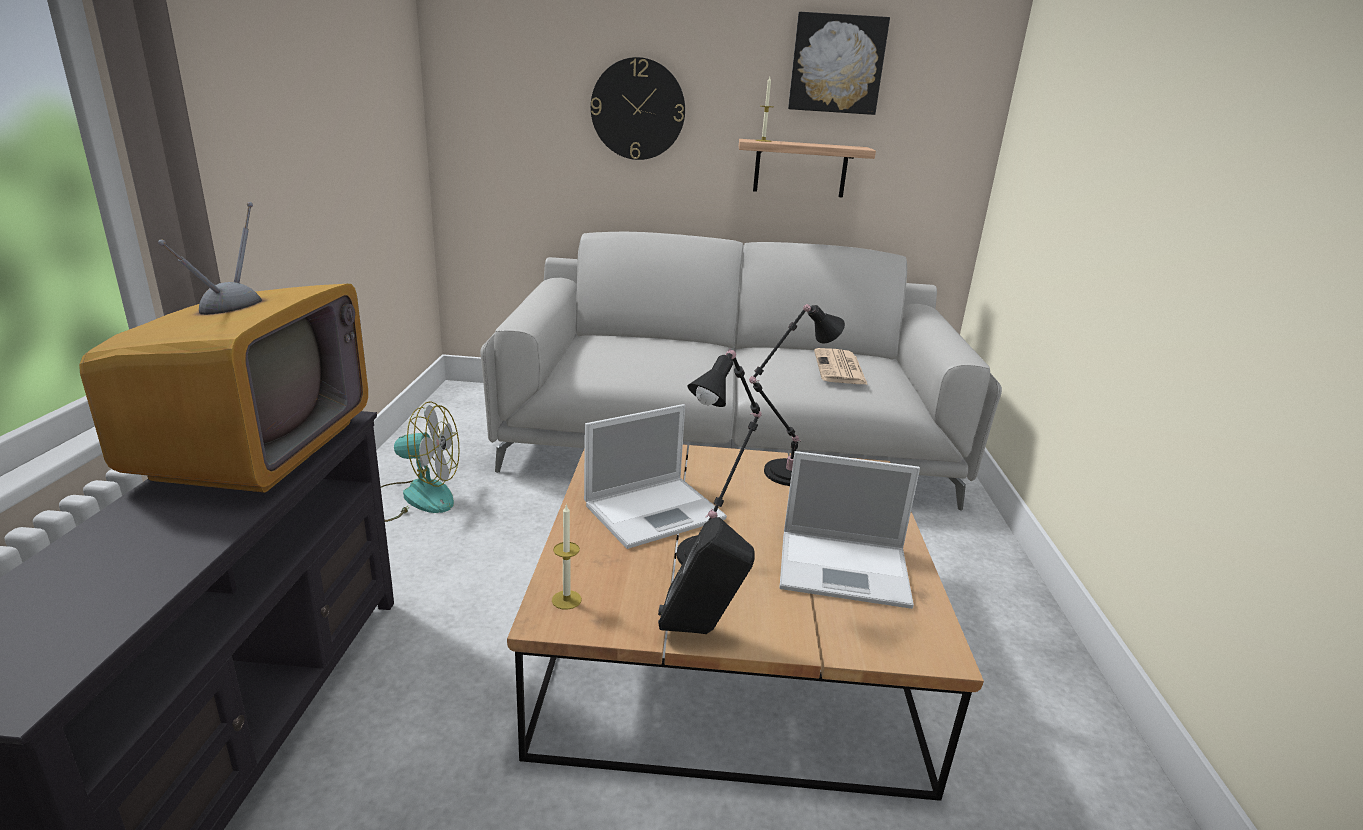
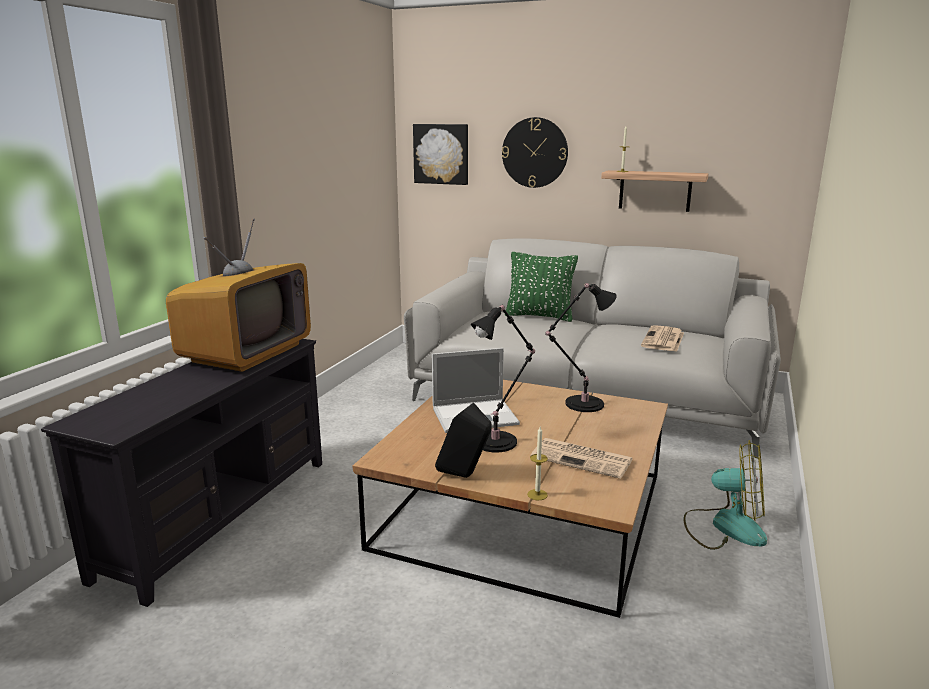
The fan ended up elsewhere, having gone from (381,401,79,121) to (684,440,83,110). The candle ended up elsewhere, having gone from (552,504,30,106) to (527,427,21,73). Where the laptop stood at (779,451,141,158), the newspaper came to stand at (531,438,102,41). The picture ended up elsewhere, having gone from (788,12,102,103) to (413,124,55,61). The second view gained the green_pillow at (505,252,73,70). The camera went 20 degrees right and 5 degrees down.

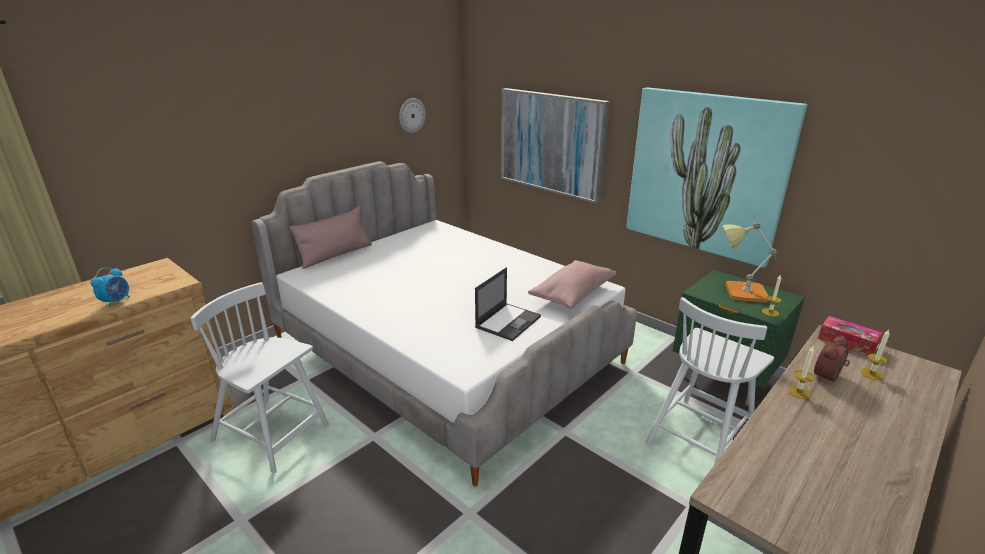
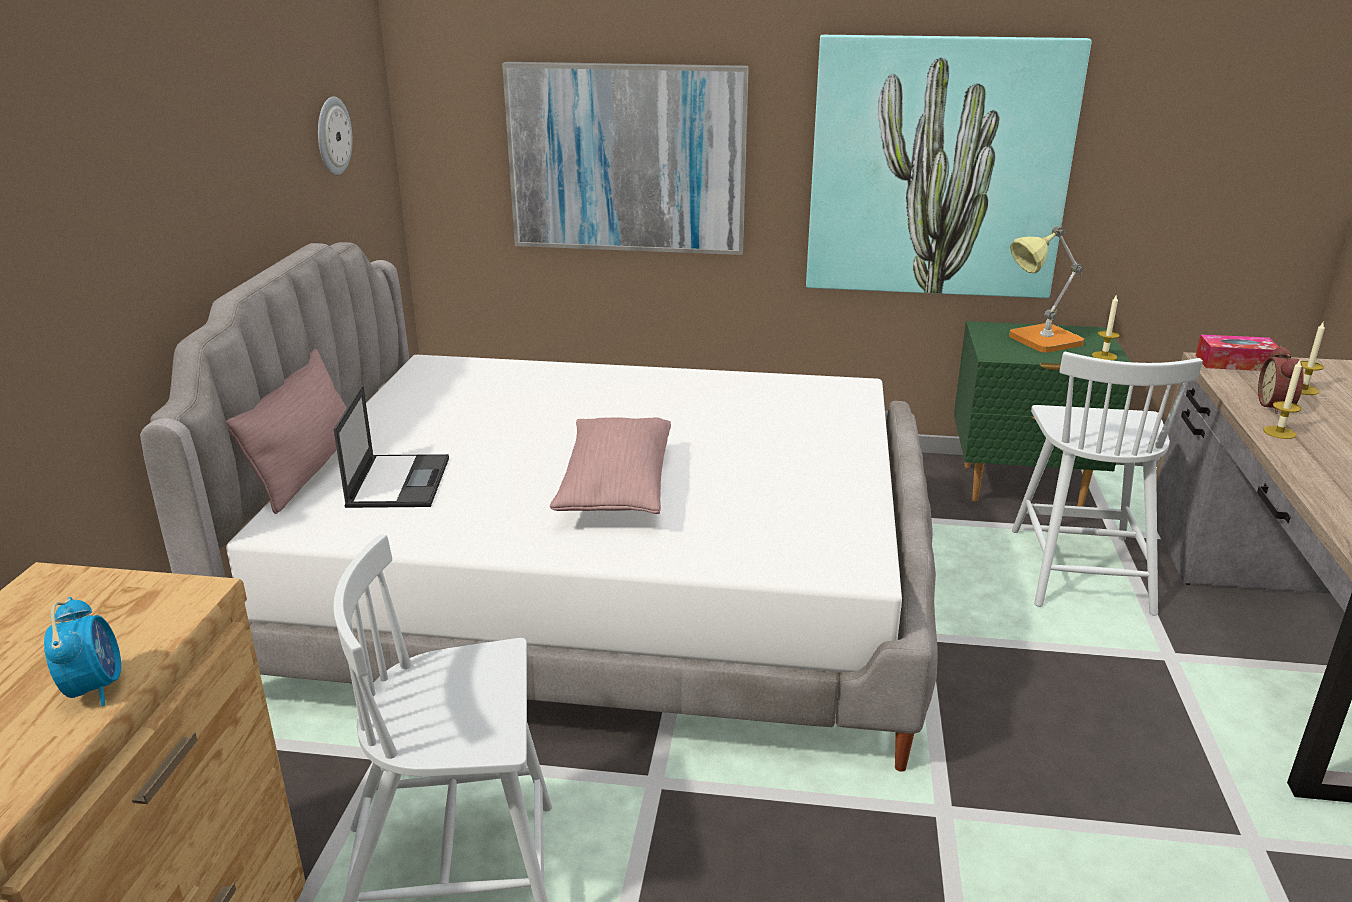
The laptop ended up elsewhere, having gone from (475,267,66,74) to (334,385,115,123). The pink_pillow ended up elsewhere, having gone from (528,260,88,49) to (550,417,121,97). The camera went 35 degrees left and 0 degrees up.

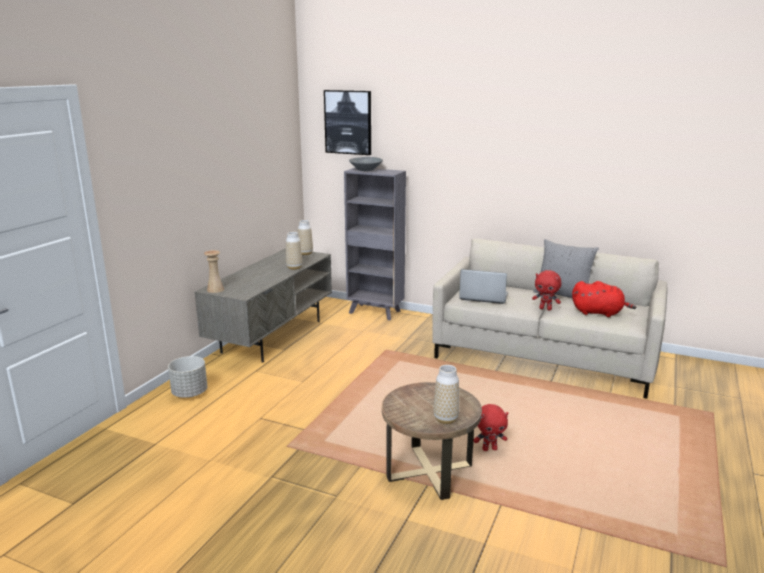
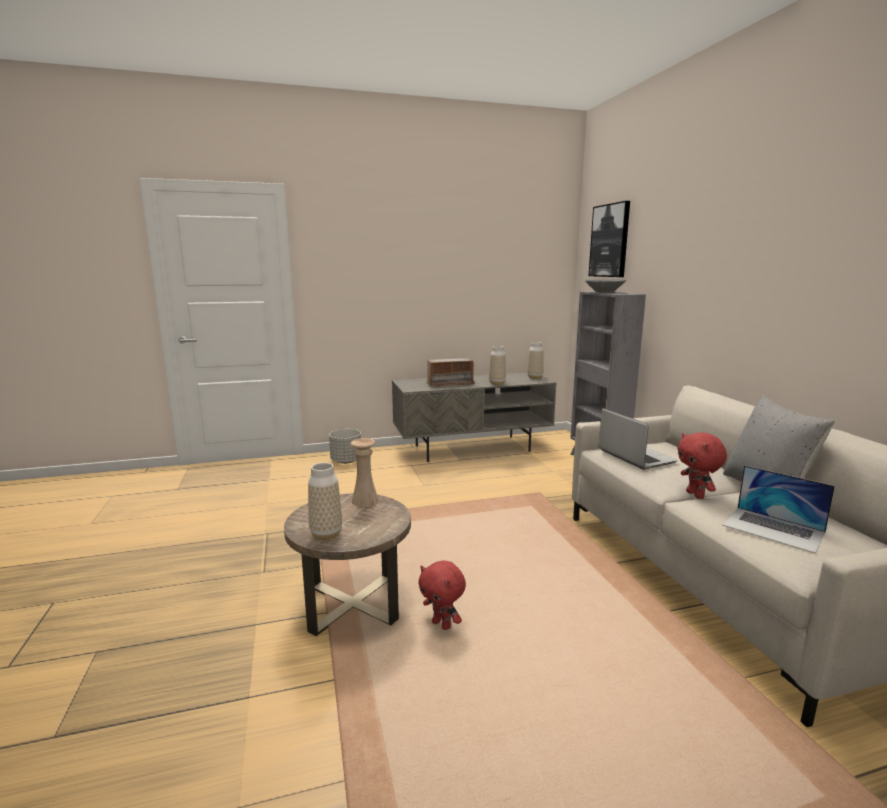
The beige_vase ended up elsewhere, having gone from (204,250,20,43) to (350,438,29,69). Where the red_plush_toy stood at (572,281,64,36), the laptop came to stand at (722,465,113,88). The second view gained the radio at (427,358,48,29). The camera went 50 degrees right and 5 degrees down.

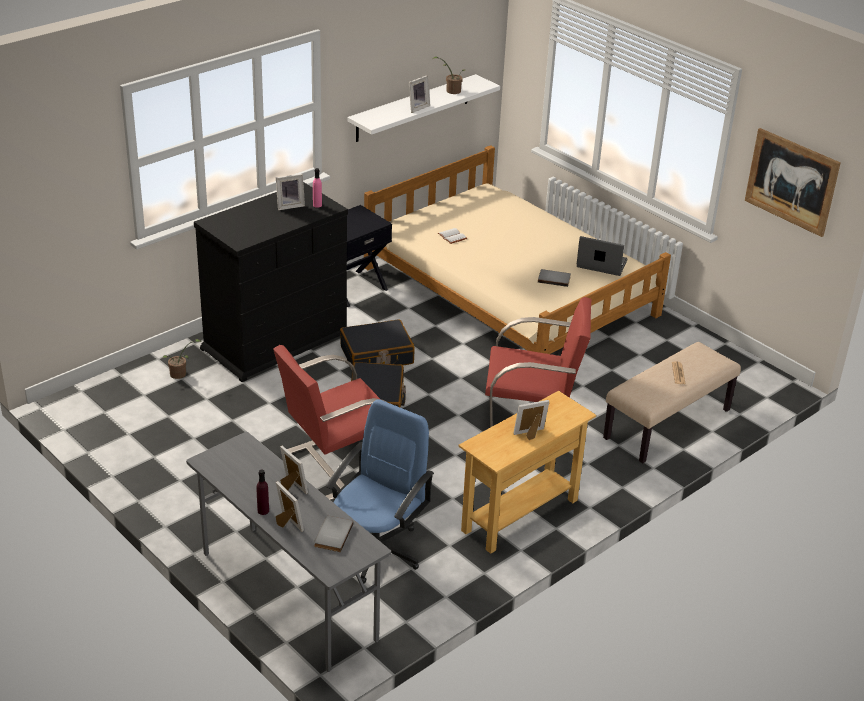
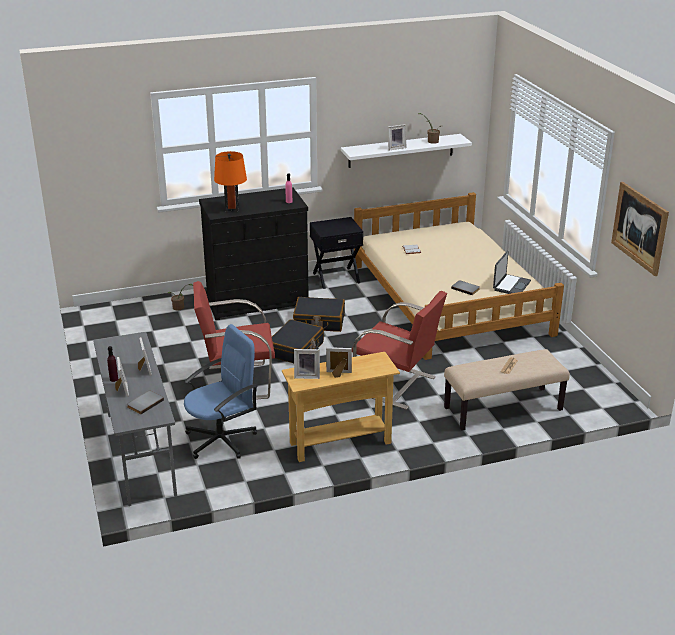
The picture_frame ended up elsewhere, having gone from (276,174,29,36) to (294,349,26,30). The laptop at (577,236,50,40) ended up facing another way, 75 degrees clockwise from before. The second view gained the orange_table_lamp at (214,151,33,61). The camera went 25 degrees right and 5 degrees down.

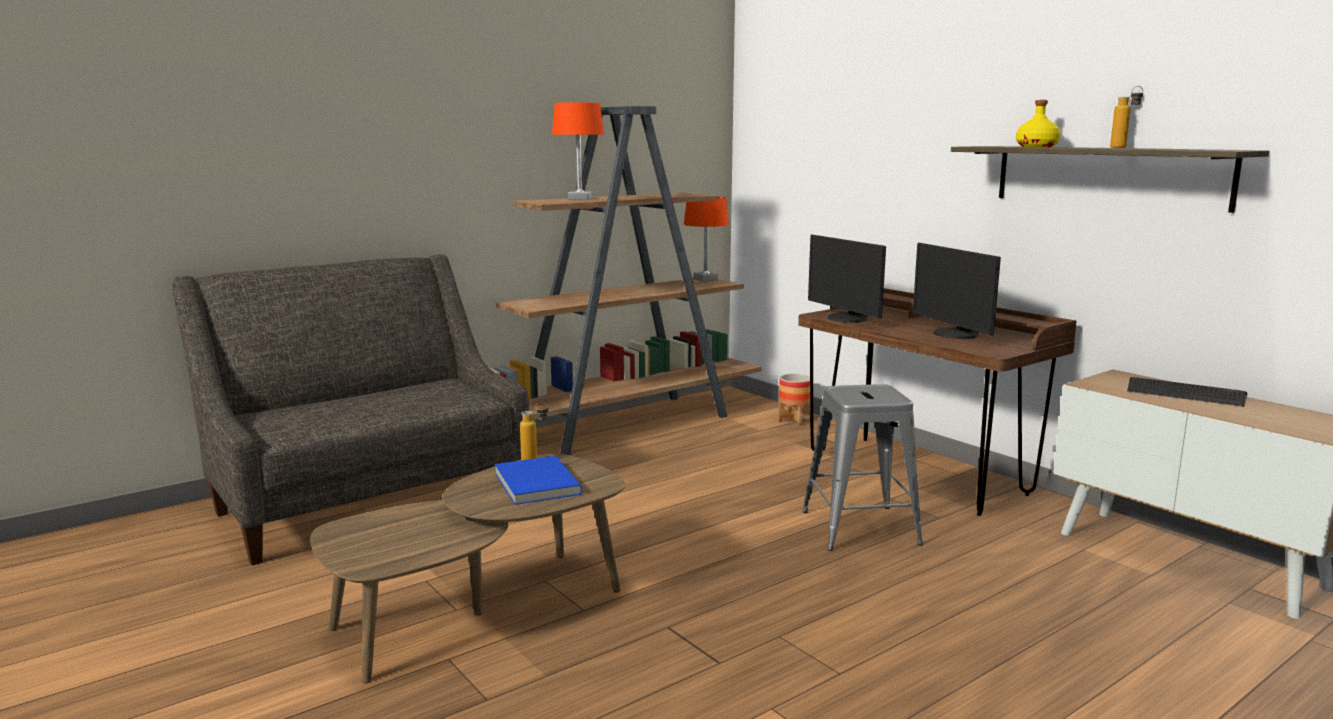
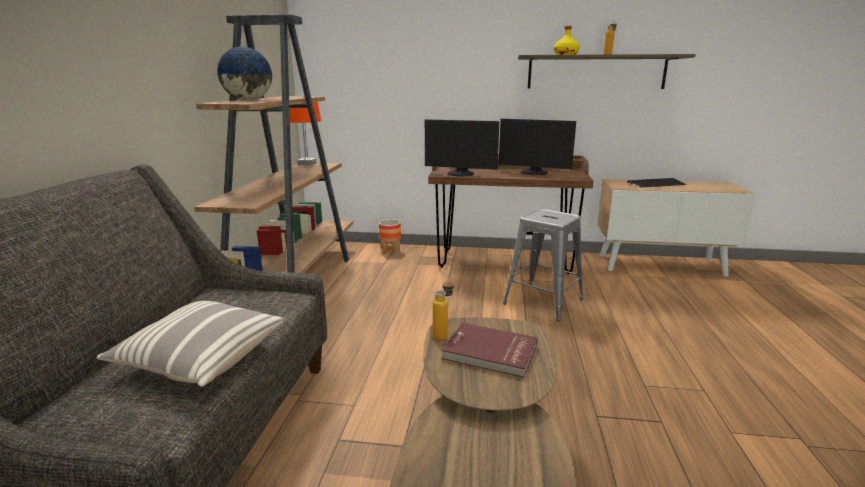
What was the blue_book at (495,456,87,49) turned into the red_book at (442,323,96,55). Where the orange_table_lamp stood at (552,102,52,98), the globe came to stand at (217,46,55,55). The second view gained the pillow at (96,301,188,86). The camera went 45 degrees left and 5 degrees up.

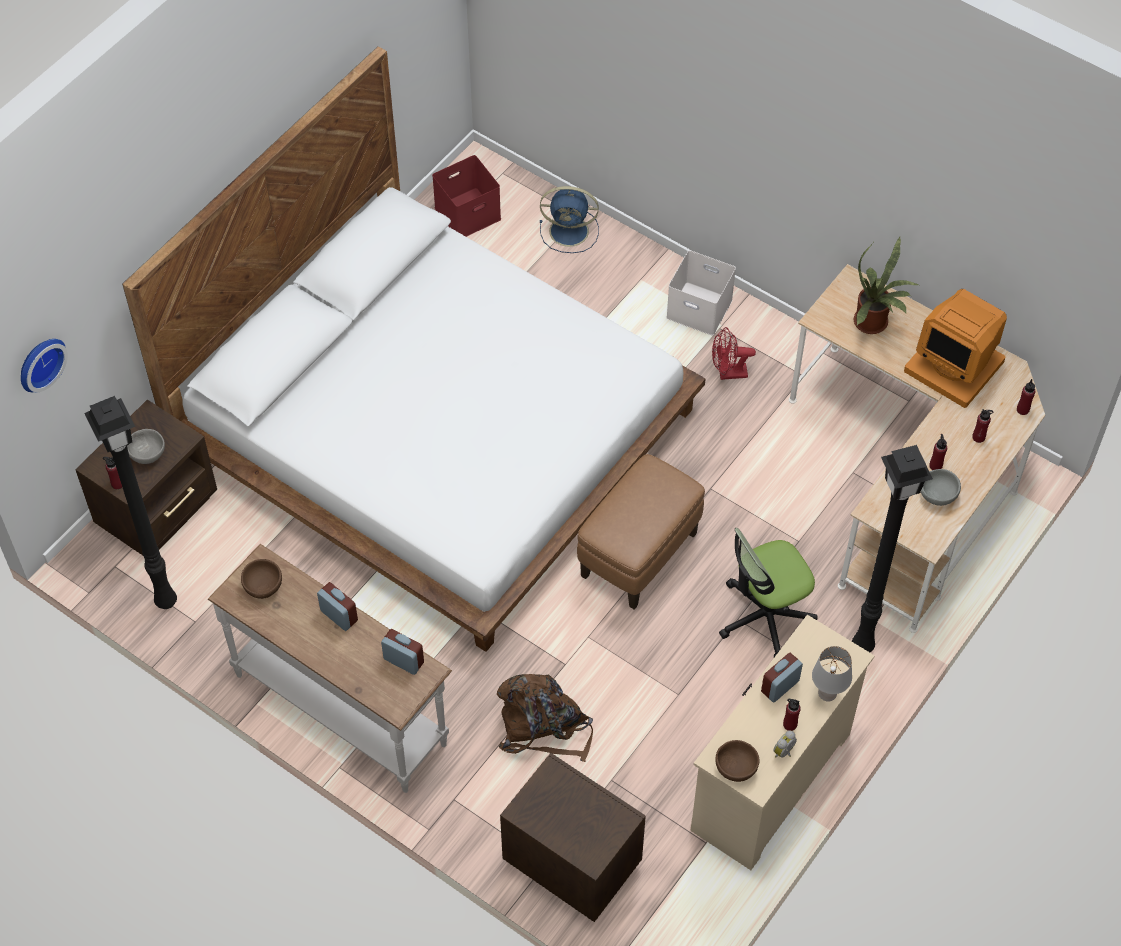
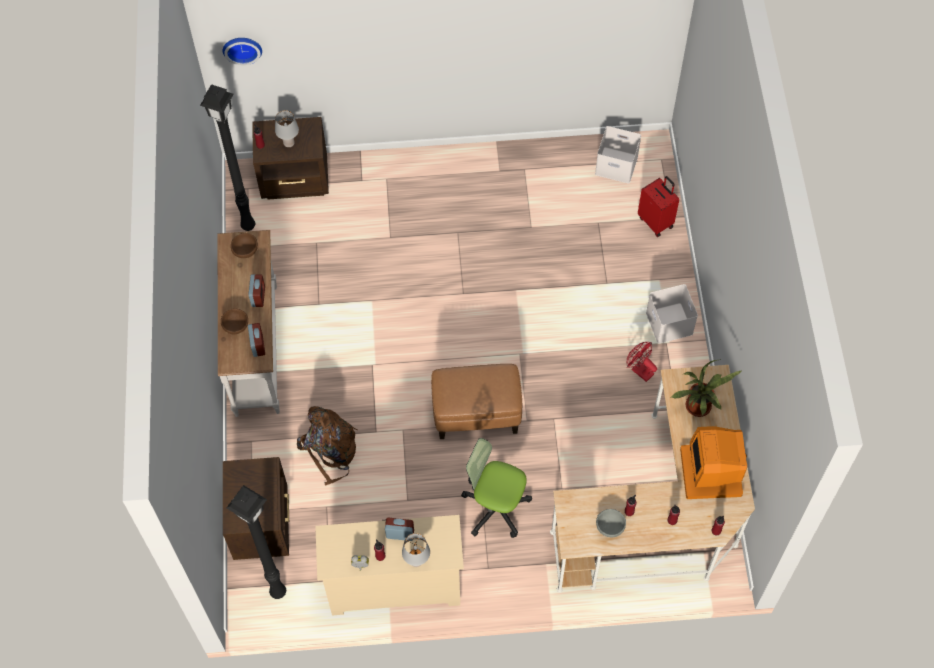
The second view lost the white_bed at (122,46,584,606). Where the grey_bowl stood at (127,429,38,35), the grey_table_lamp came to stand at (275,110,24,37). What was the red_storage_box at (432,155,69,82) turned into the white_storage_box at (595,126,46,58). Where the blue_fan stood at (540,186,59,67), the red_suitcase came to stand at (638,176,41,61). The brown_bowl ended up elsewhere, having gone from (715,740,44,42) to (221,308,27,26). The black_floor_lamp ended up elsewhere, having gone from (852,445,81,207) to (226,485,60,114). The camera went 50 degrees right and 5 degrees up.

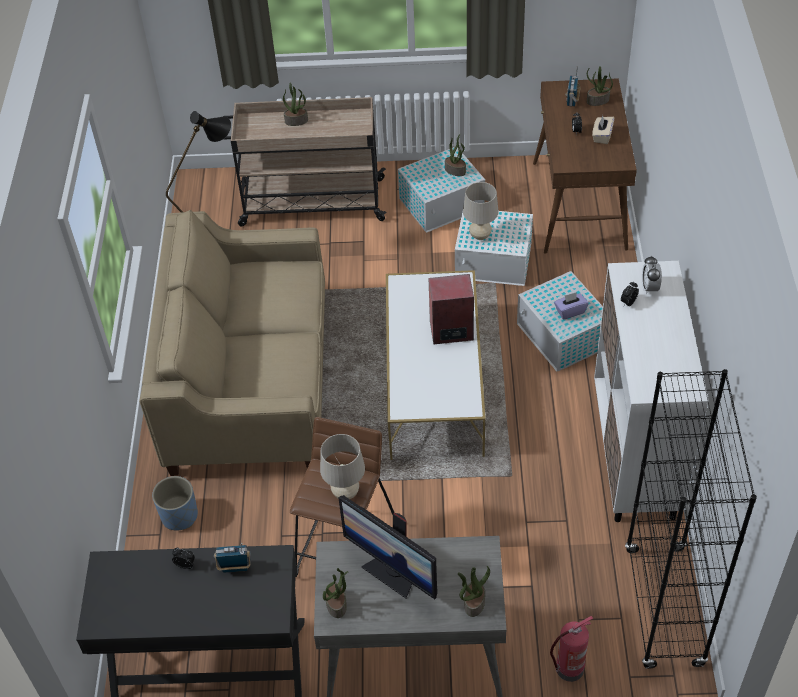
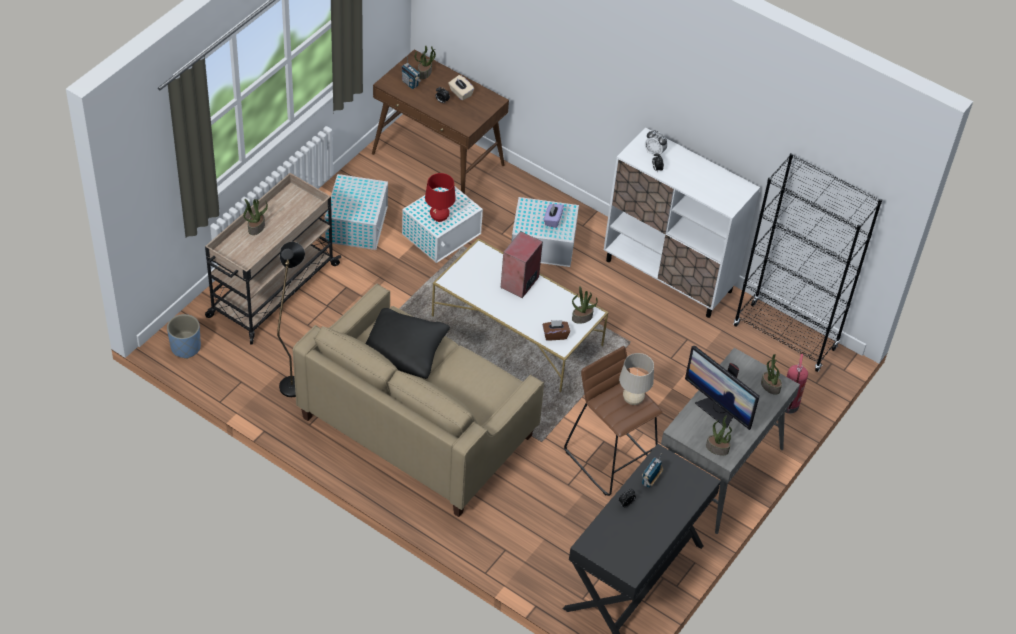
The blue_planter ended up elsewhere, having gone from (152,476,46,55) to (167,314,34,45). The monitor at (339,495,98,104) ended up facing another way, 60 degrees clockwise from before. The potted_plant ended up elsewhere, having gone from (445,134,21,42) to (572,286,26,38). What was the beige_table_lamp at (463,182,36,58) turned into the red_table_lamp at (425,173,31,49). The second view gained the black_pillow at (366,308,84,71). The second view gained the brown_tissue_box at (543,320,27,21). The camera went 60 degrees left and 0 degrees up.

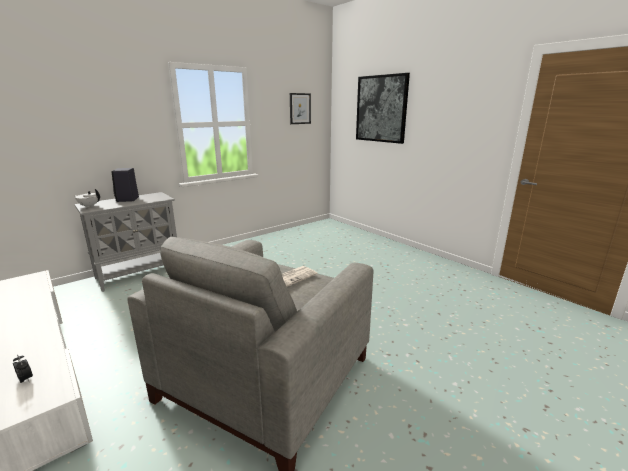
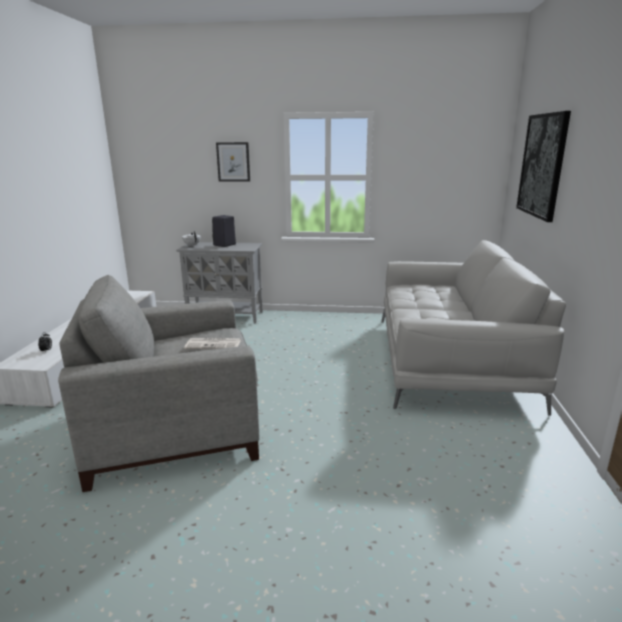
The picture ended up elsewhere, having gone from (290,93,21,31) to (216,142,34,40). The second view gained the grey_sofa at (381,240,185,176). The camera went 45 degrees right and 0 degrees up.

